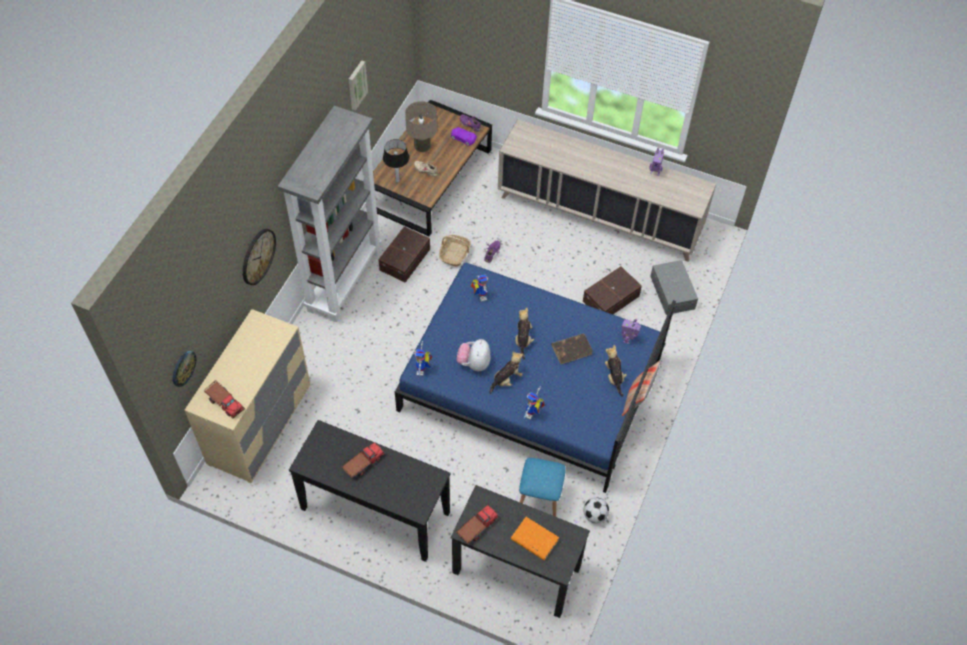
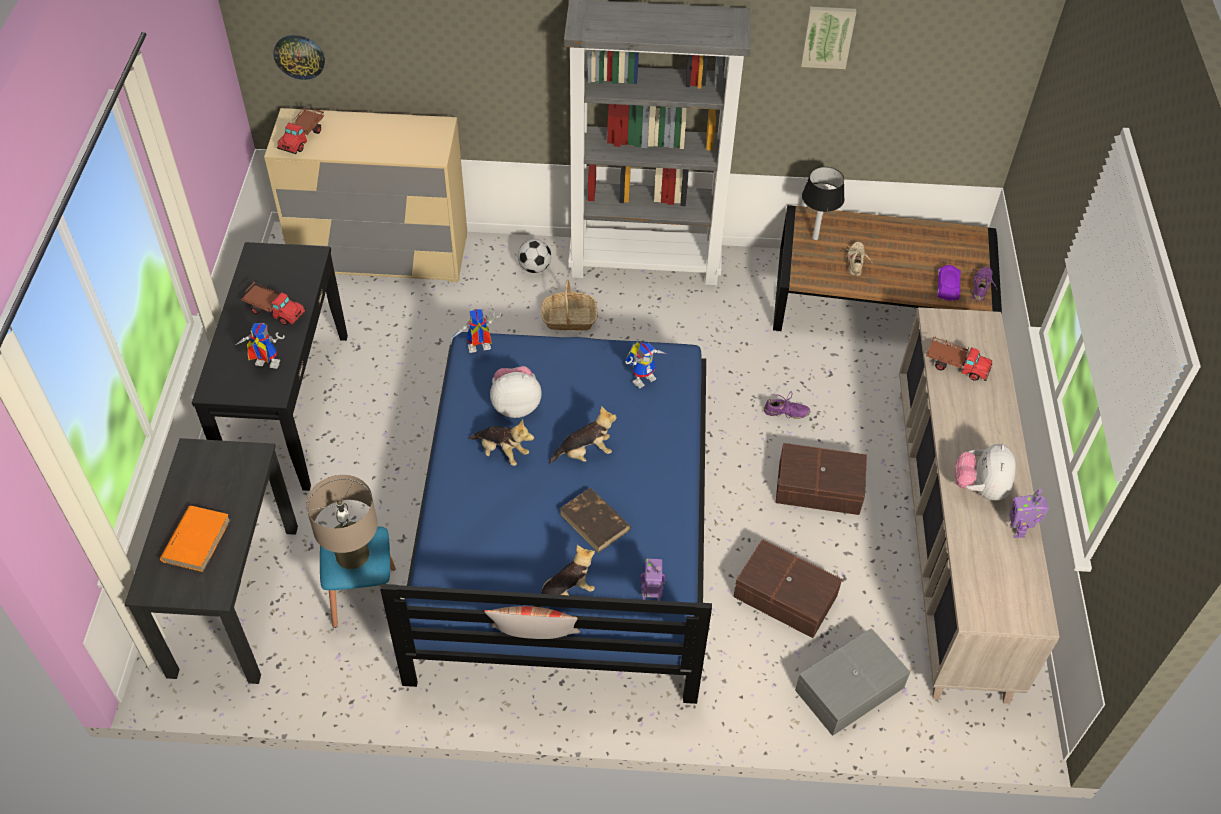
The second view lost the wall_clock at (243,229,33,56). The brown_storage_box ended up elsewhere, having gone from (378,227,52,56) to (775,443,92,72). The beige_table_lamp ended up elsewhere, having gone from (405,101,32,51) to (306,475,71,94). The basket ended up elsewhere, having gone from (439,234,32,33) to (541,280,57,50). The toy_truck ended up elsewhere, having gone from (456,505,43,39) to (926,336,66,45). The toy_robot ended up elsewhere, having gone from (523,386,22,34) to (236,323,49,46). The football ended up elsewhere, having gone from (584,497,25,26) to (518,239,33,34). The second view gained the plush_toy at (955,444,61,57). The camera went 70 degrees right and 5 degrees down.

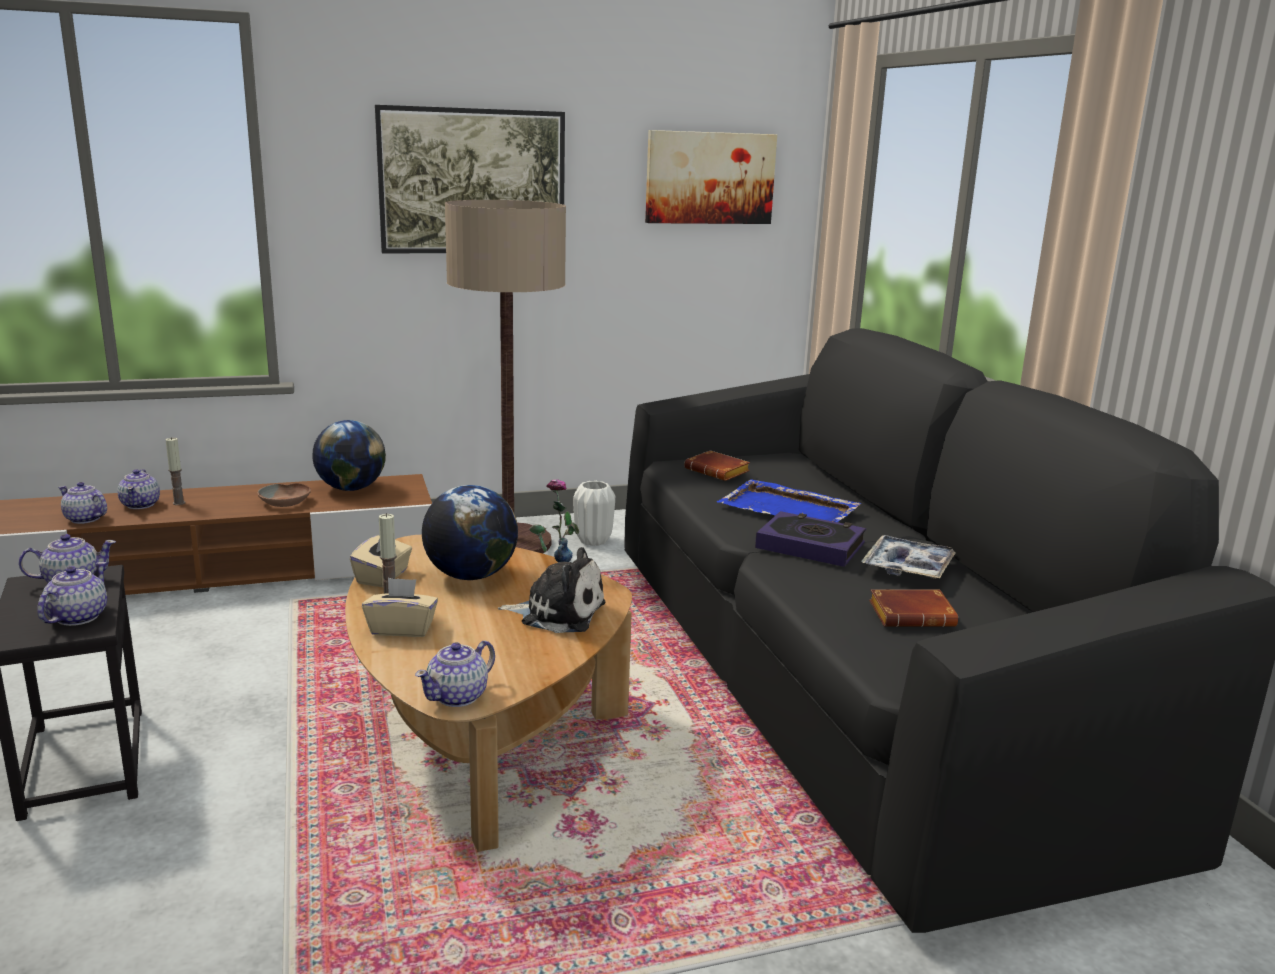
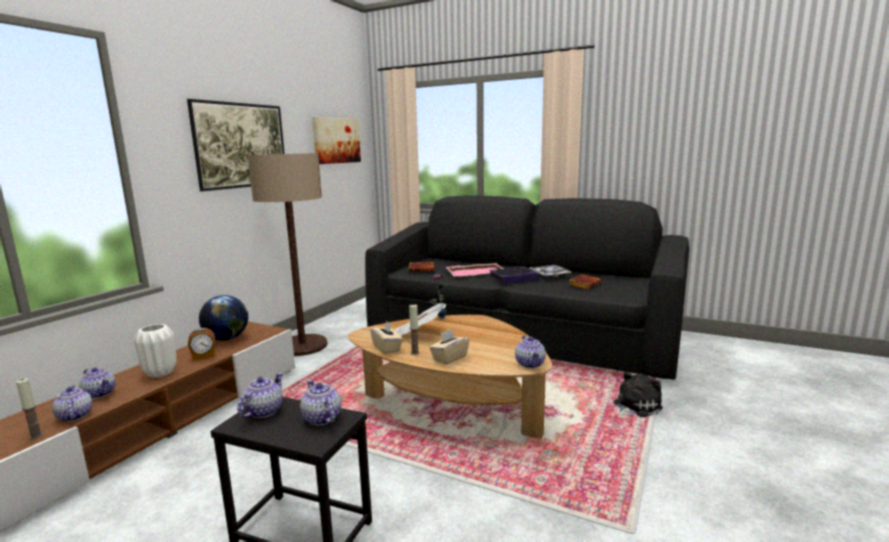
The teapot at (58,482,49,42) ended up facing another way, 75 degrees clockwise from before. The candle ended up elsewhere, having gone from (166,437,19,68) to (16,378,27,61). Where the brown_bowl stood at (257,483,54,24), the alarm_clock came to stand at (188,328,27,32). Where the globe stood at (422,485,96,95), the newspaper came to stand at (395,303,51,33). The plush_toy ended up elsewhere, having gone from (498,547,107,86) to (614,372,49,45). The white_vase ended up elsewhere, having gone from (573,481,42,65) to (134,324,43,54). What was the blue_tray at (717,480,144,42) turned into the pink_tray at (446,263,58,14). The camera went 45 degrees left and 5 degrees down.

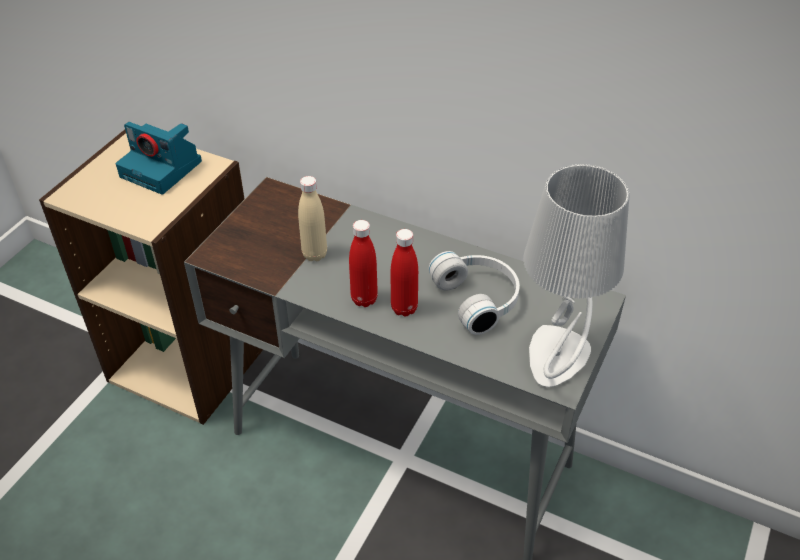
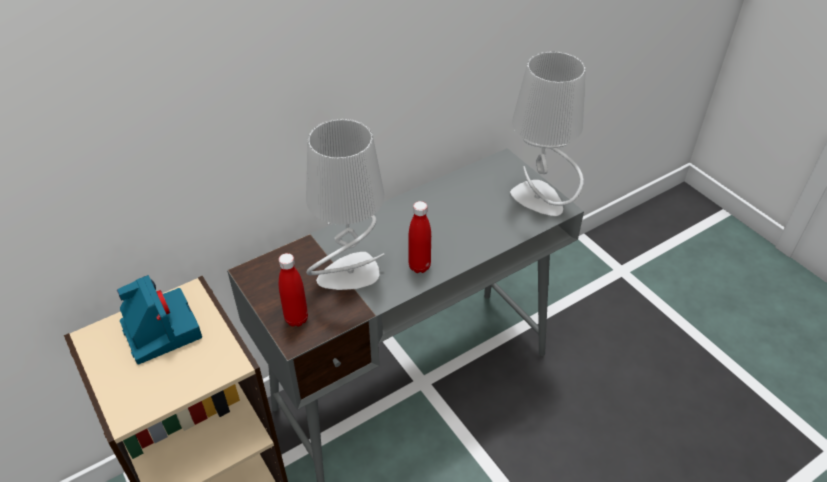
The photo_camera at (116,122,86,72) ended up facing another way, 90 degrees counterclockwise from before. Where the beige_bottle stood at (298,176,29,85), the grey_table_lamp came to stand at (306,119,79,171). The red_bottle ended up elsewhere, having gone from (391,229,27,88) to (279,253,29,74). The second view lost the white_headphones at (428,251,92,84). The camera went 60 degrees left and 0 degrees up.

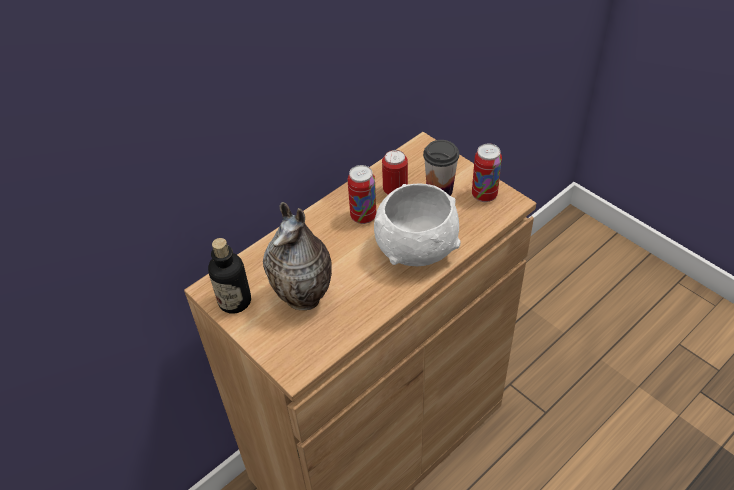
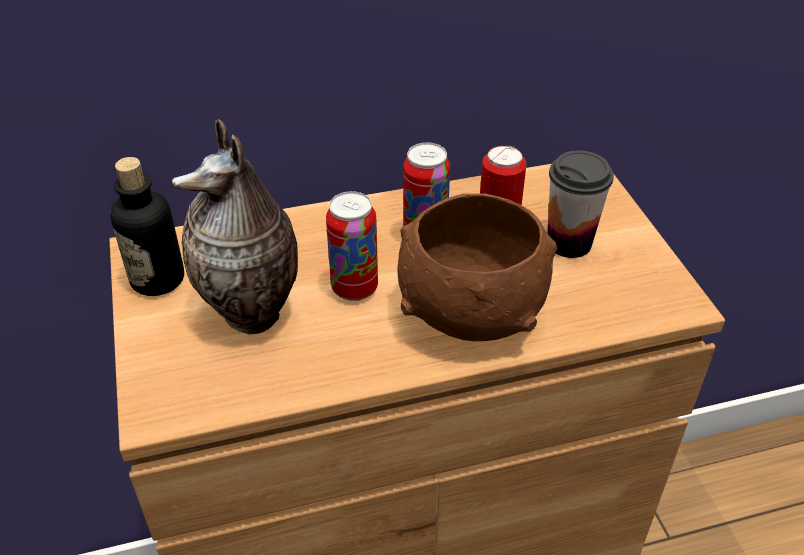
What was the white_bowl at (374,183,87,83) turned into the brown_bowl at (397,193,160,148). The can ended up elsewhere, having gone from (472,143,30,59) to (326,191,52,110). The camera went 25 degrees right and 5 degrees down.

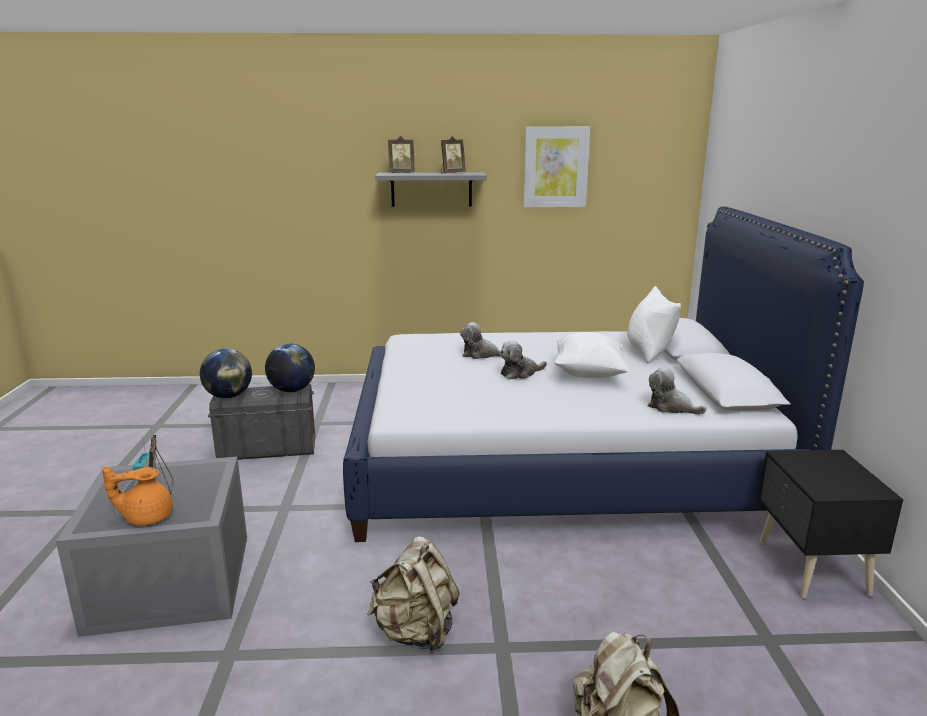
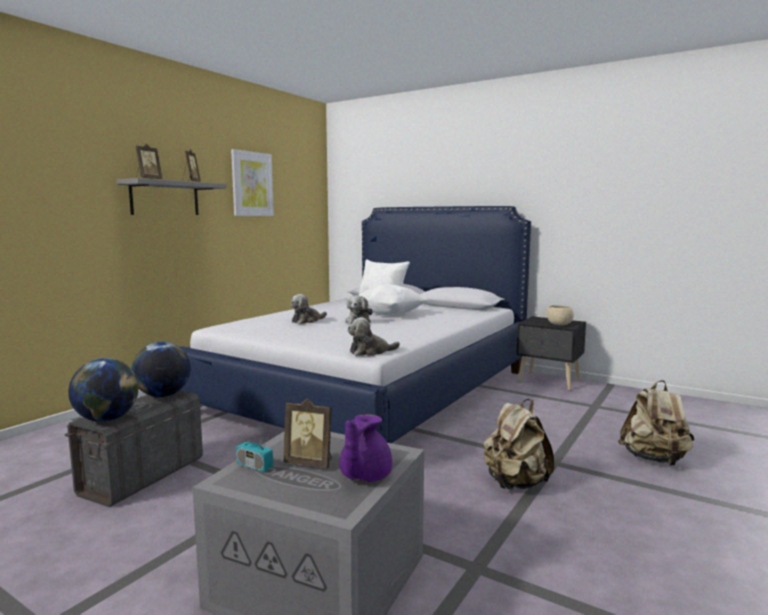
What was the orange_teapot at (102,466,71,59) turned into the purple_teapot at (339,414,53,68). The plush_toy ended up elsewhere, having gone from (648,367,59,47) to (347,317,53,39). The second view gained the beige_bowl at (546,305,28,20). The camera went 55 degrees left and 10 degrees down.

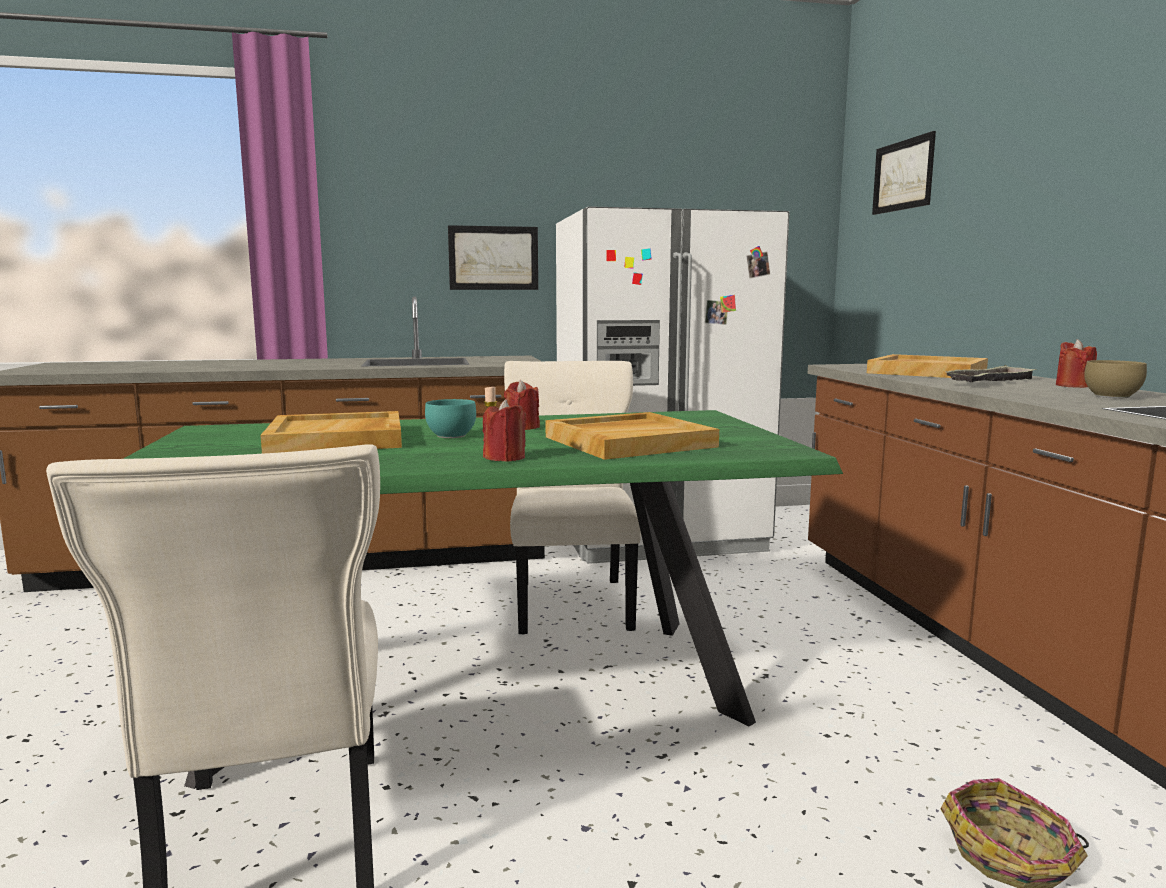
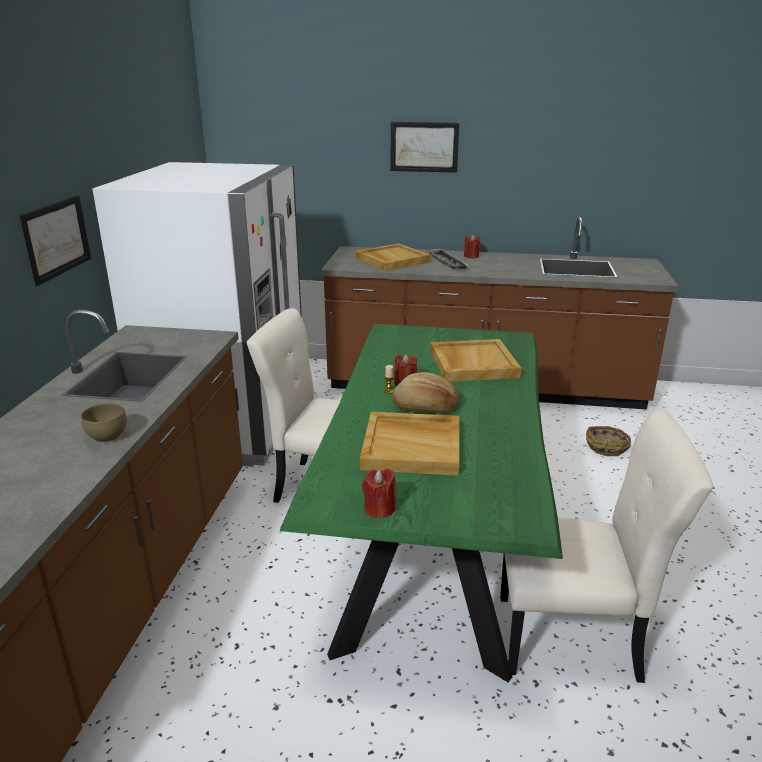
Where the turquoise_bowl stood at (425,399,51,39), the bread came to stand at (392,372,68,41). The red_candle ended up elsewhere, having gone from (482,399,45,63) to (362,469,34,49). The picture ended up elsewhere, having gone from (872,131,64,84) to (390,122,69,51). The brown_bowl ended up elsewhere, having gone from (1084,360,63,38) to (81,403,46,39). The camera went 70 degrees left and 15 degrees up.

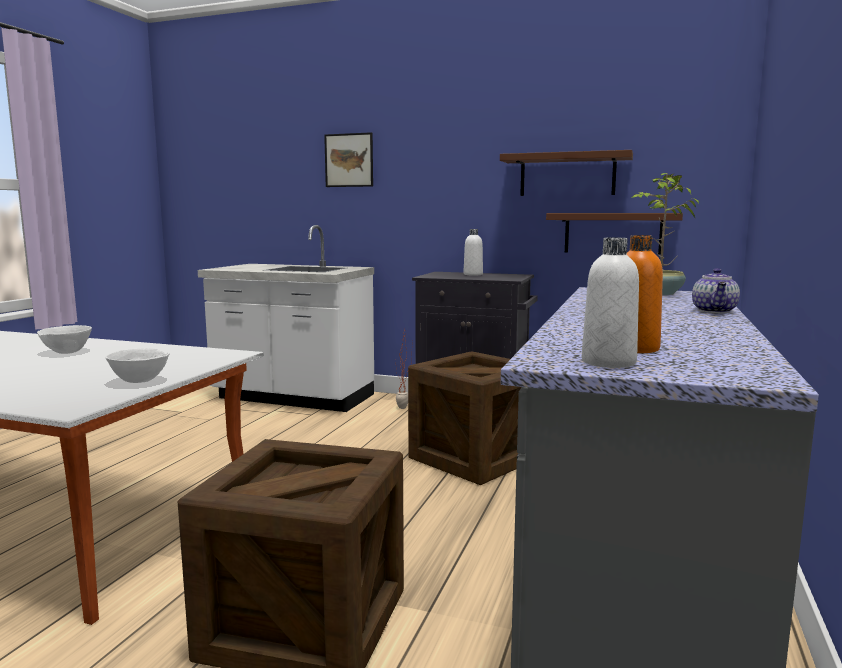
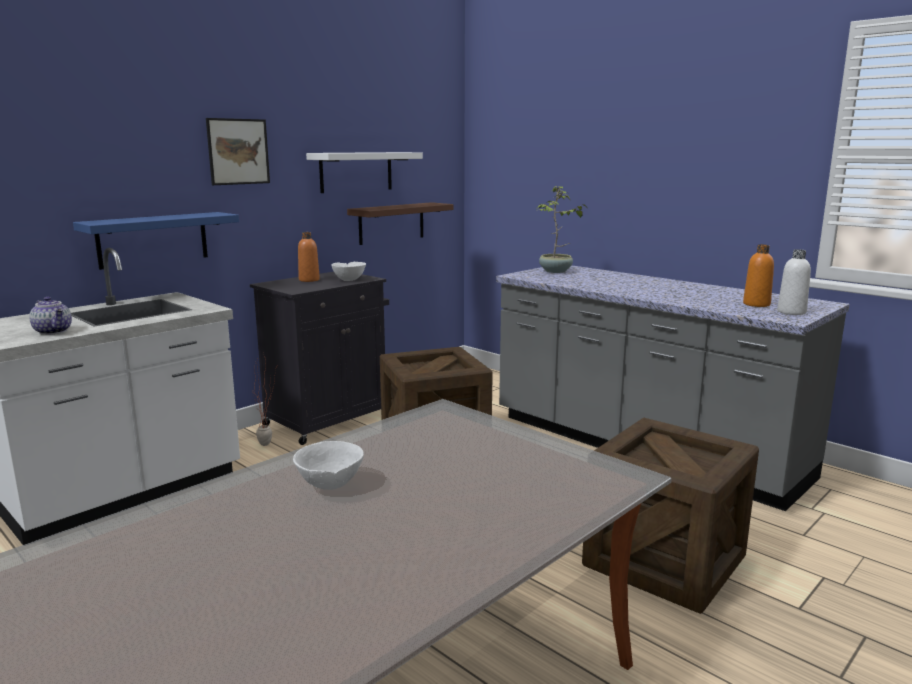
The white_bowl ended up elsewhere, having gone from (105,348,64,35) to (332,262,34,19). The picture ended up elsewhere, having gone from (324,132,49,55) to (206,118,64,67). What was the white_bottle at (464,229,19,46) turned into the orange_bottle at (298,232,22,50). What was the brown_shelf at (500,150,133,46) turned into the white_shelf at (306,152,117,41). The teapot ended up elsewhere, having gone from (692,268,48,45) to (29,297,43,38). The second view gained the blue_shelf at (73,212,166,58). The camera went 65 degrees left and 5 degrees up.

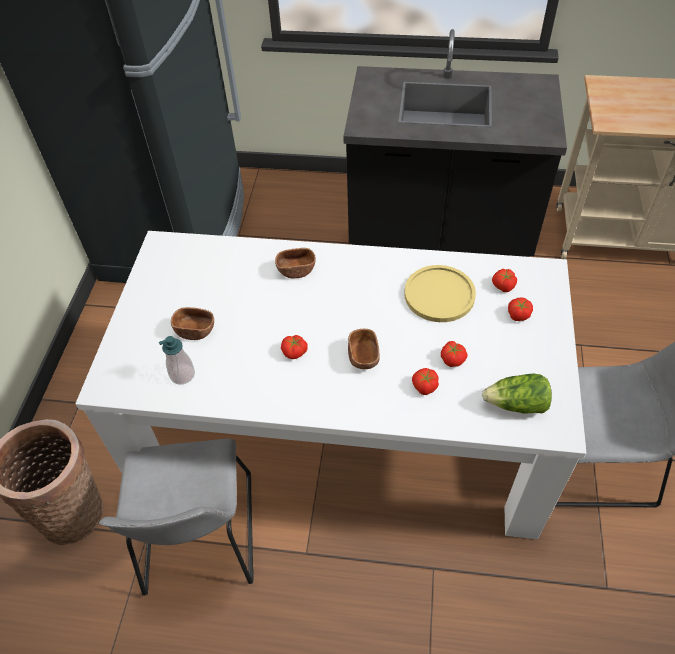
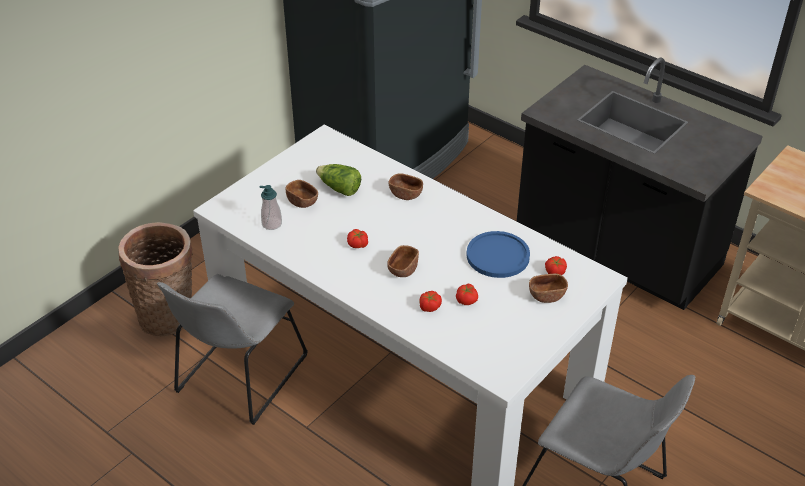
What was the yellow_plate at (404,265,72,57) turned into the blue_plate at (466,231,64,47). The lettuce ended up elsewhere, having gone from (482,373,70,41) to (316,164,45,32). Where the tomato stood at (508,297,25,24), the brown_bowl came to stand at (529,273,39,30). The camera went 30 degrees right and 10 degrees down.

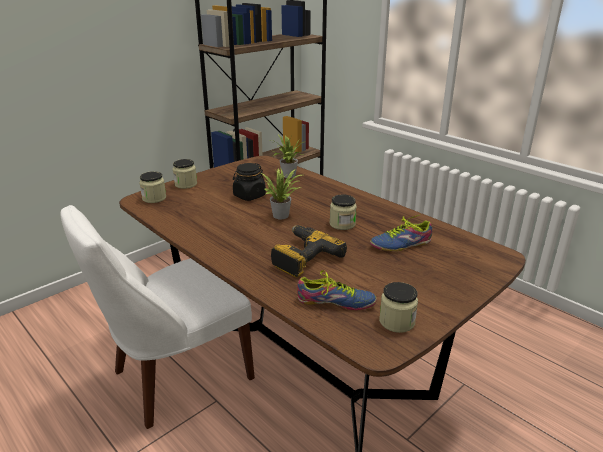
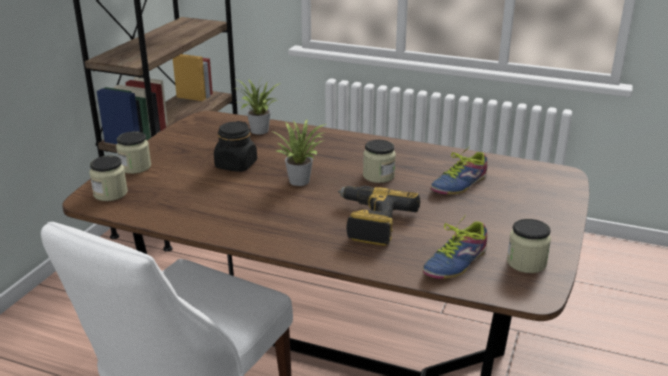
The shoe at (297,270,80,40) ended up facing another way, 150 degrees clockwise from before. The camera went 25 degrees left and 0 degrees up.

